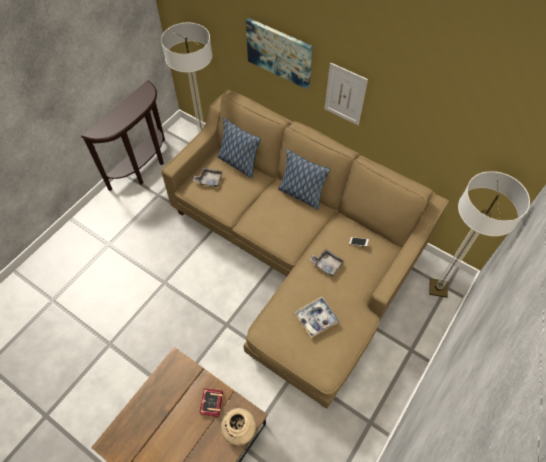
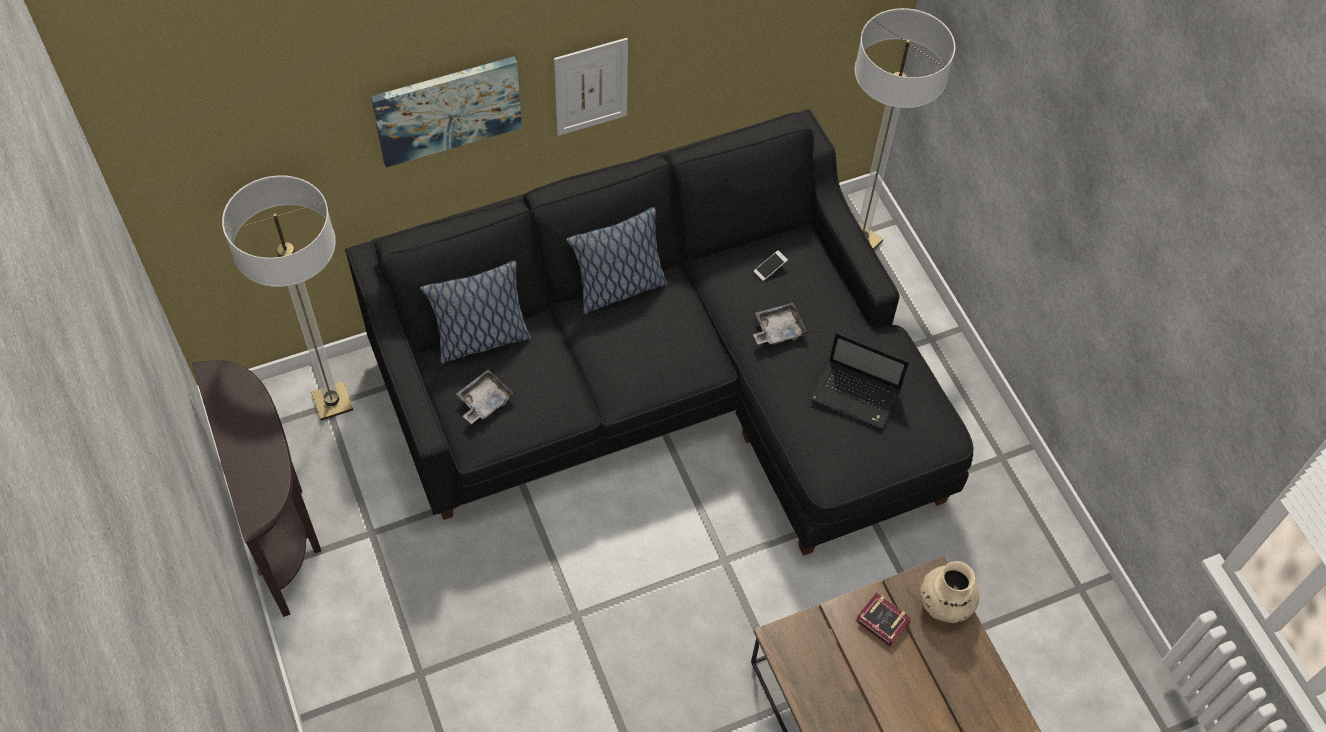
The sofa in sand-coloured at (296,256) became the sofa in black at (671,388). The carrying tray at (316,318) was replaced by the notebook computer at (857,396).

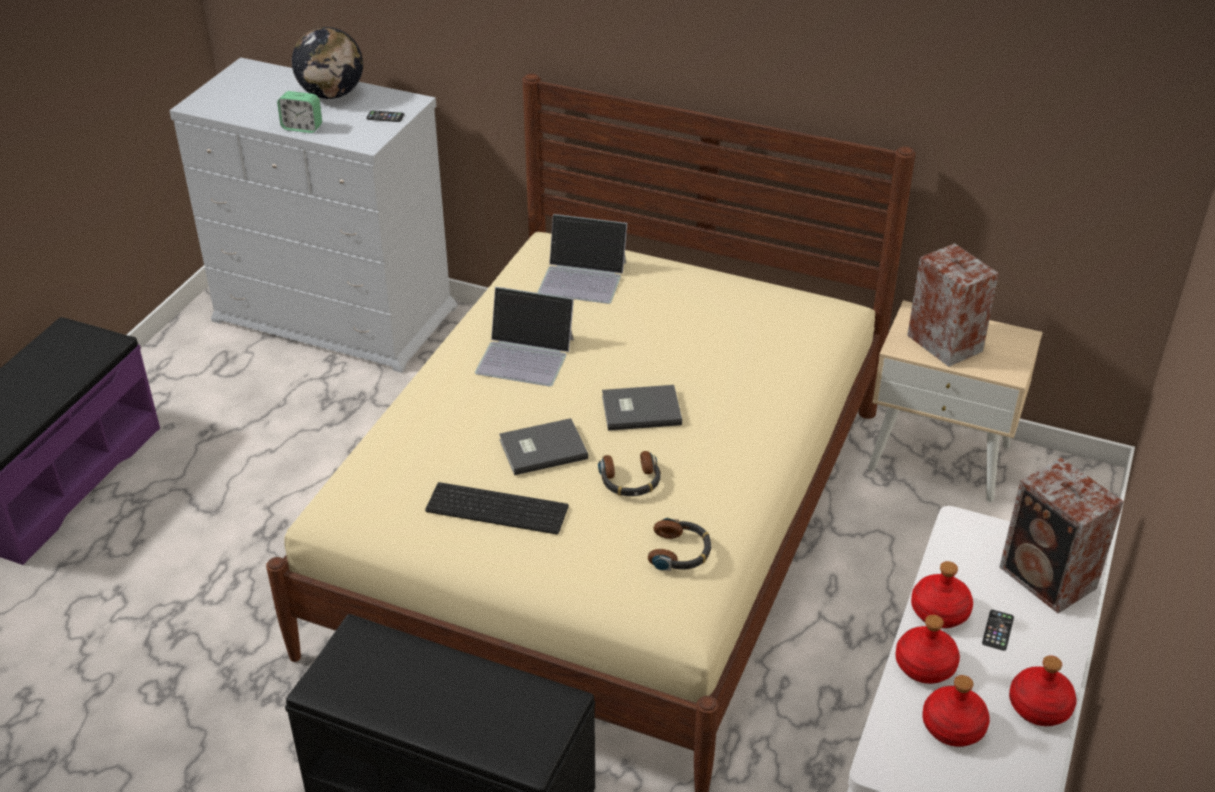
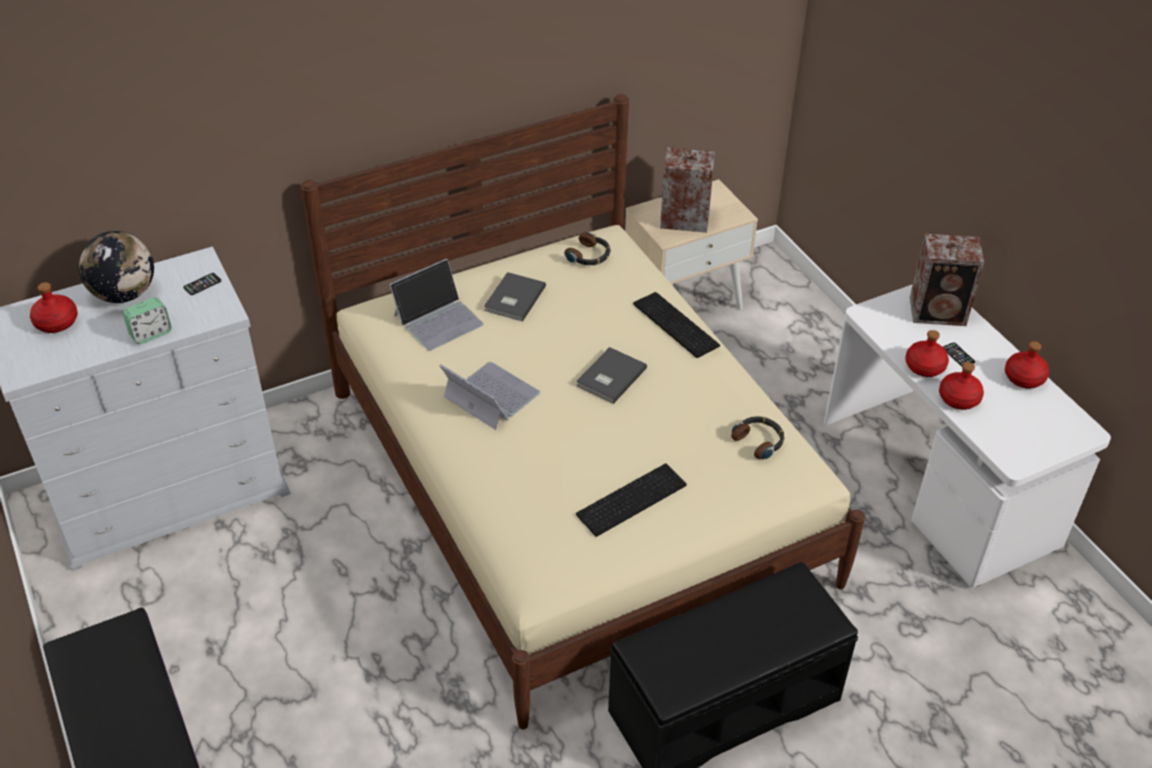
The notebook computer at (525,355) turned 105 degrees counterclockwise. The bound book in gray moved from (541,448) to (513,299). The pair of headphones moved from (630,481) to (589,255). The bottle in reddish moved from (953,726) to (57,322). The computer keyboard at (673,325) appeared.

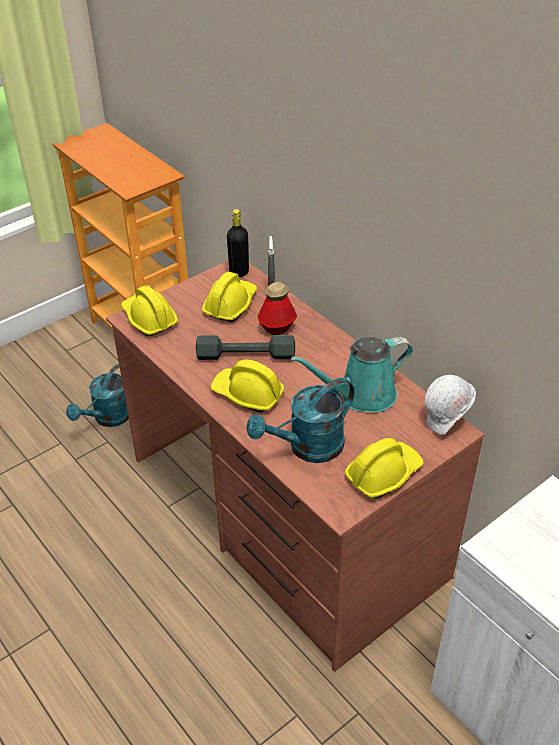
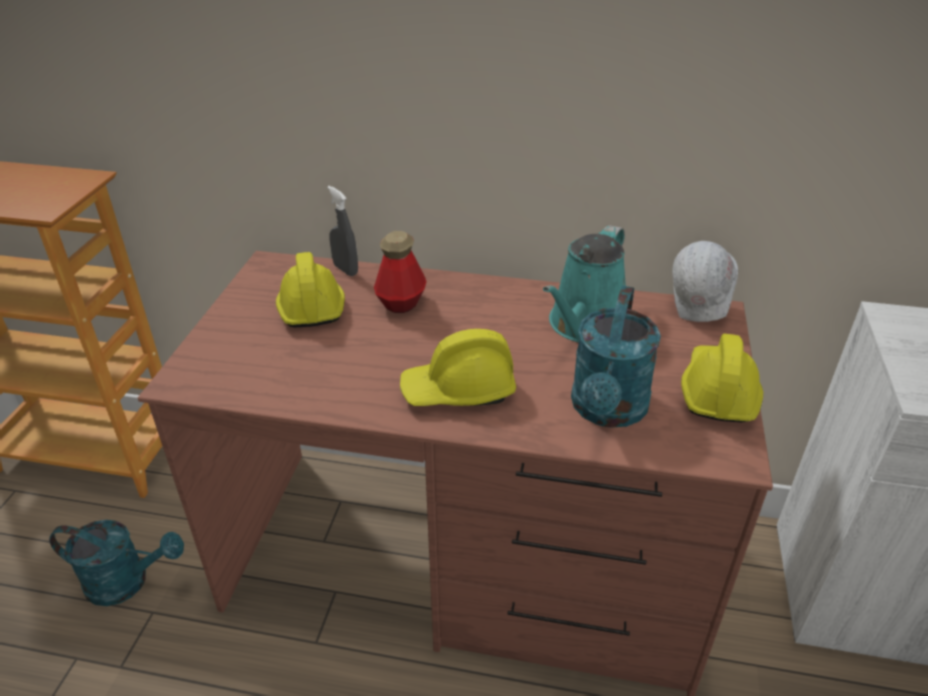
The bottle in black at (239,272) disappeared. The hard hat in yellow-coloured at (149,319) disappeared. The free weight in gray at (246,355) disappeared. The watering pot in turquoise-coloured at (108,418) turned 75 degrees counterclockwise.

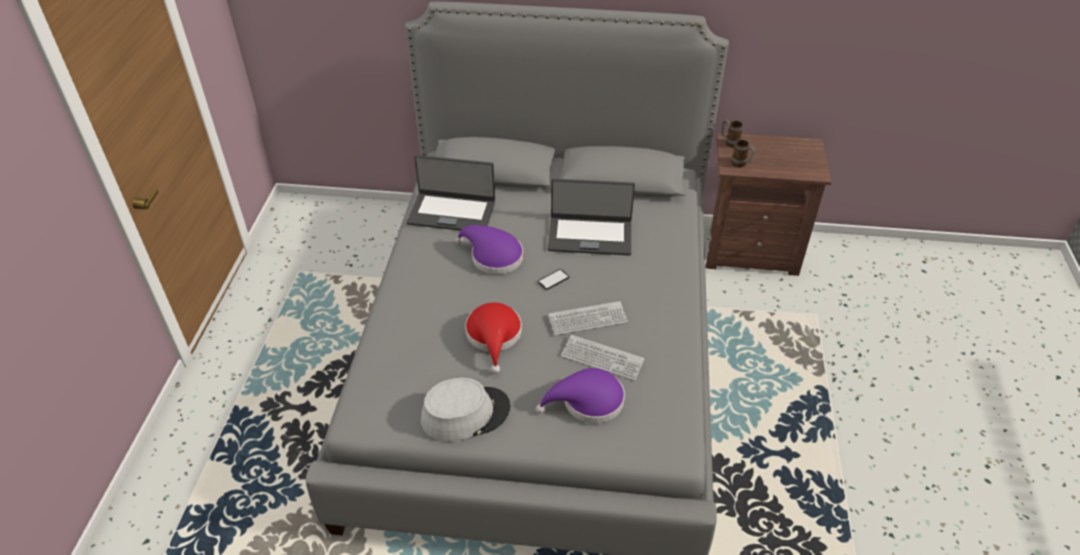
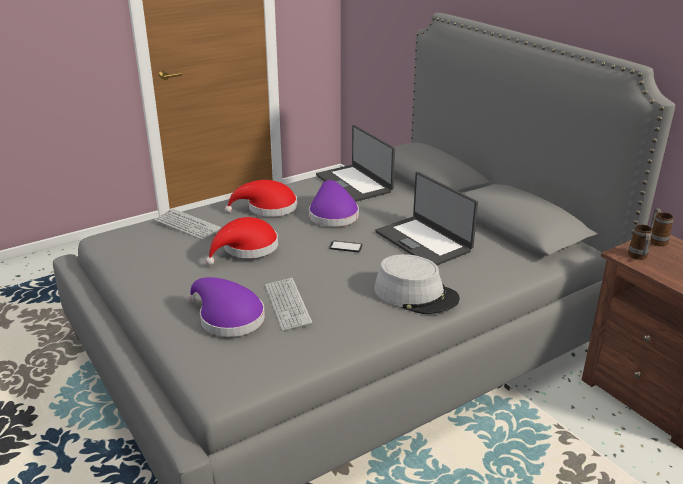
The computer keyboard moved from (587,319) to (187,225). The hat in gray moved from (465,414) to (416,294). The hat in reddish at (268,208) appeared.

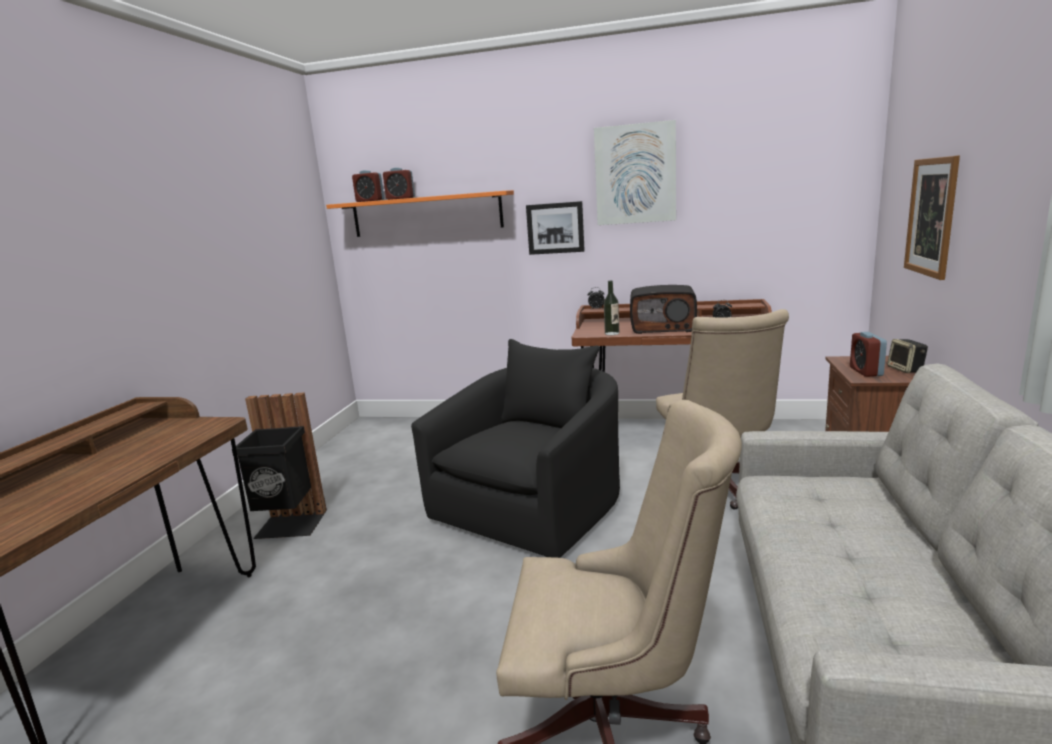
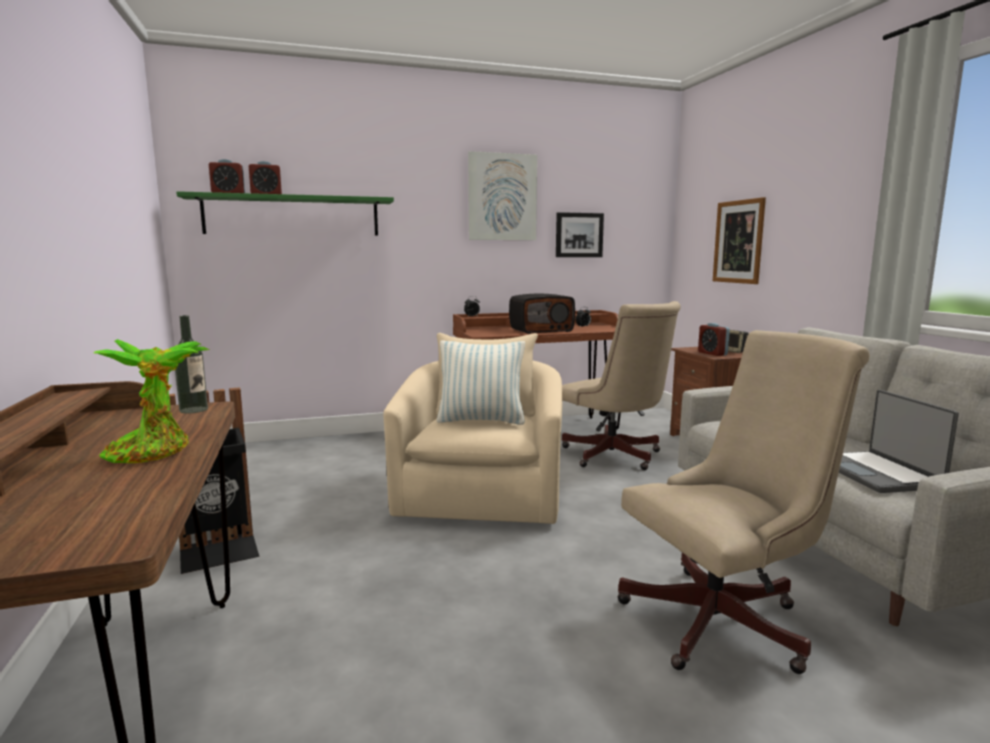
The shelf in orange at (426,214) became the shelf in greenish at (292,216). The picture moved from (555,228) to (579,235). The bottle moved from (612,333) to (193,410). The easy chair in black at (534,506) became the easy chair in sand-coloured at (483,493). The plant in a pot at (155,452) appeared. The throw pillow at (481,420) appeared. The notebook computer at (877,473) appeared.

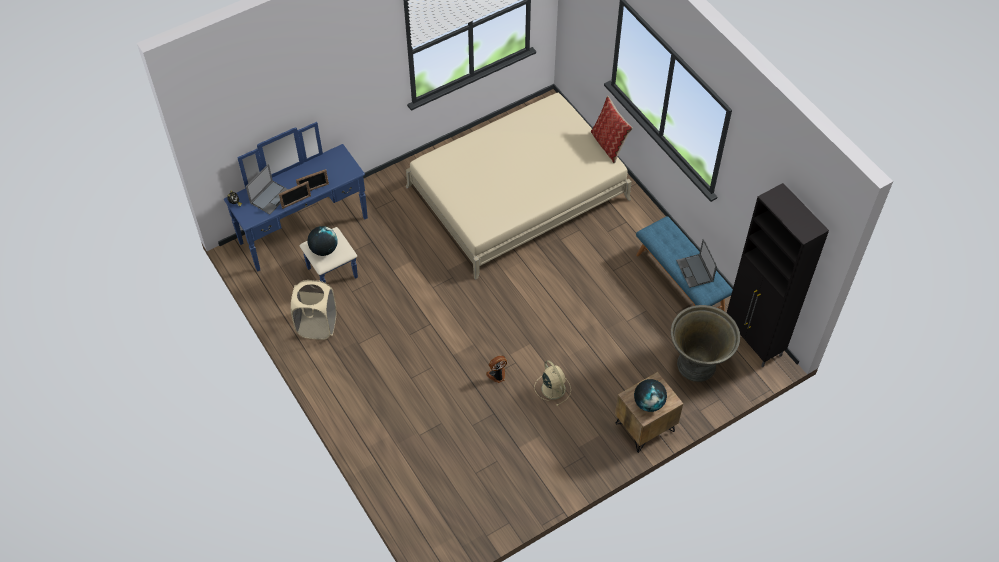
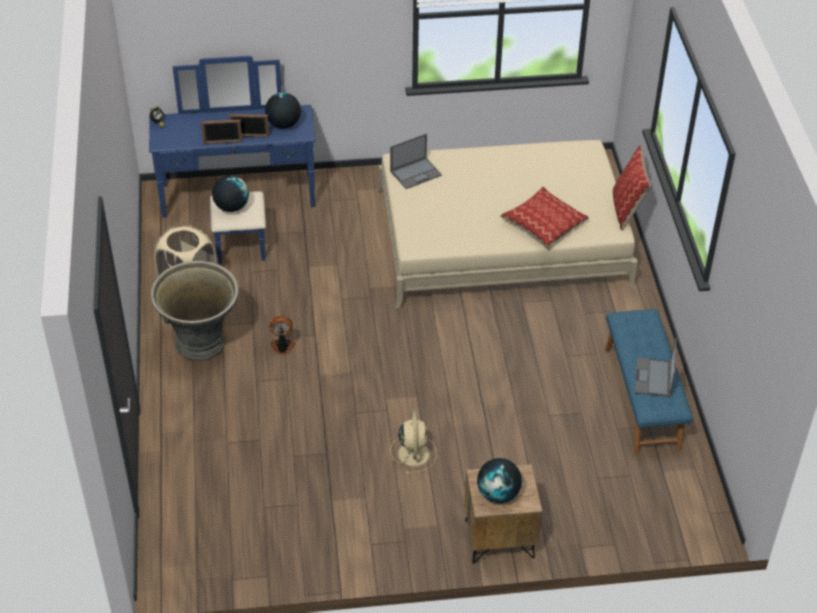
The notebook computer moved from (271,197) to (416,173). The storage cabinet in black at (753,341) disappeared. The planter in gray moved from (697,365) to (201,344). The fan moved from (497,375) to (282,347). The world globe at (283,124) appeared. The throw pillow at (543,223) appeared.

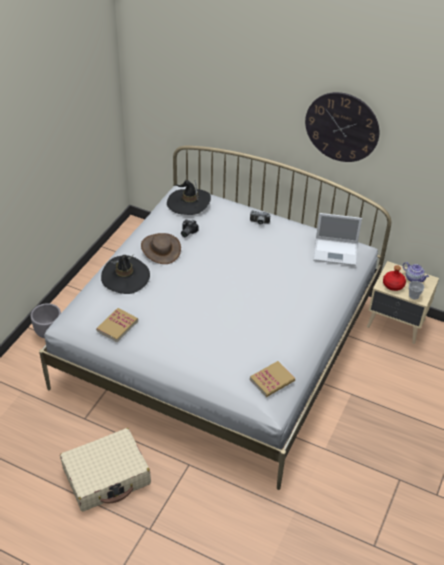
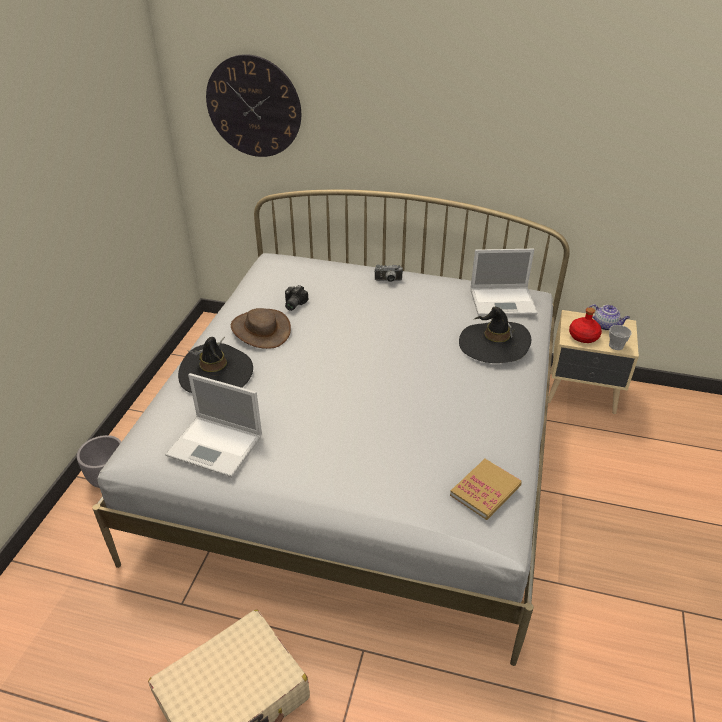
The clock on the wall moved from (342,127) to (253,107). The hat in black moved from (188,203) to (494,344). The bound book at (117,326) was replaced by the notebook computer at (216,446).

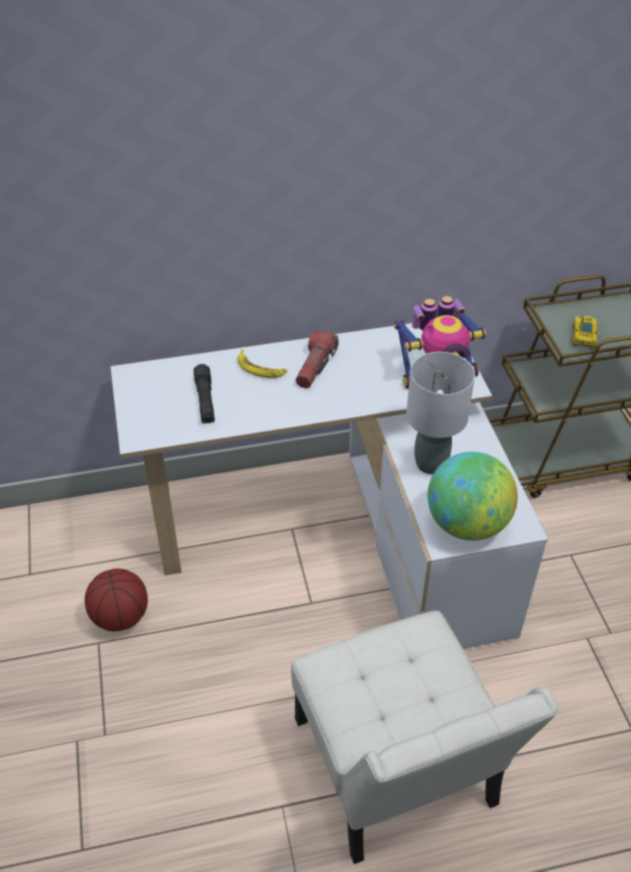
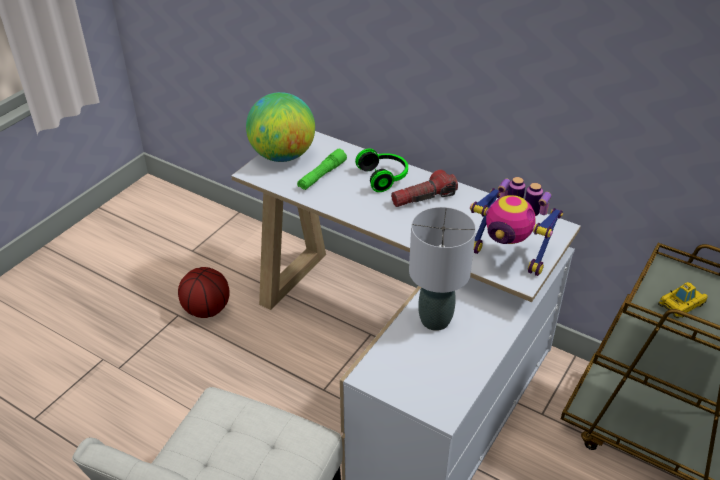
The banana at (260,368) was replaced by the pair of headphones at (384,177). The torch in black at (205,400) became the torch in greenish at (322,175). The world globe moved from (467,524) to (283,155).

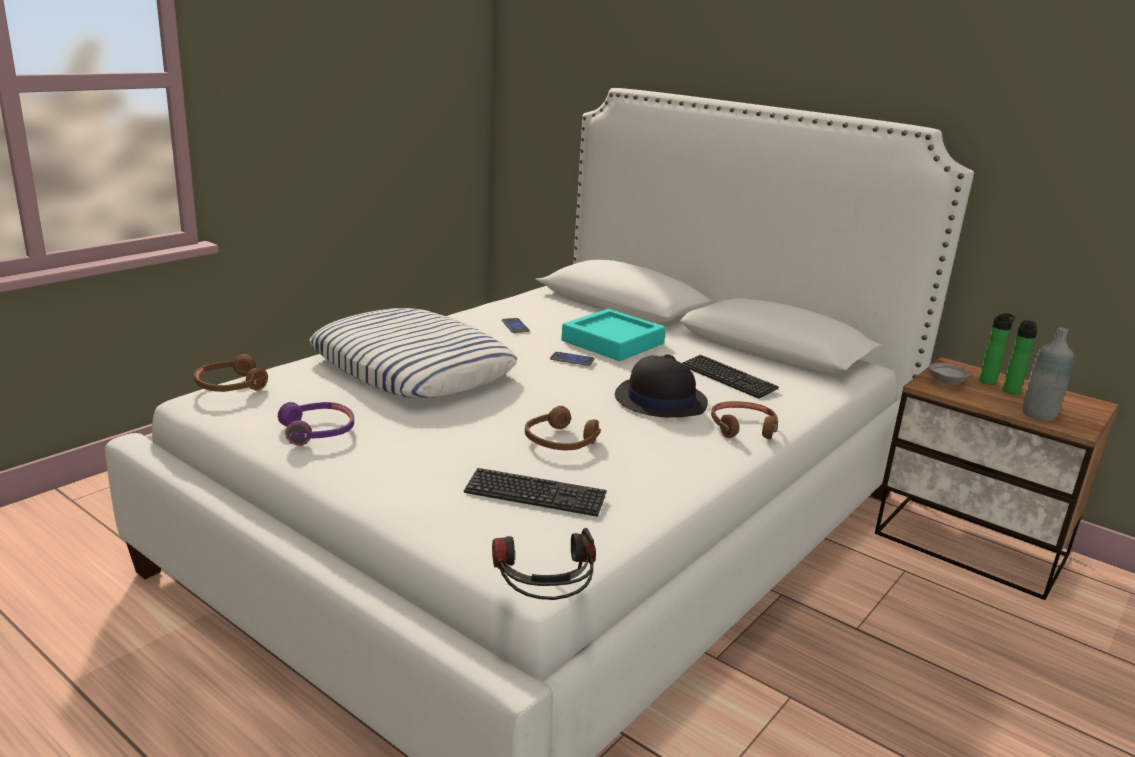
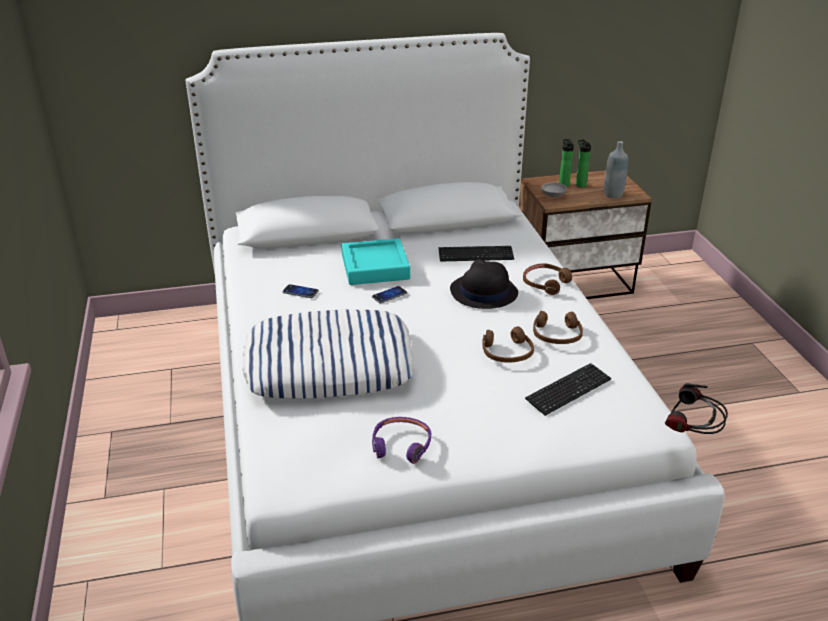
The pair of headphones in brown-coloured moved from (230,385) to (556,335).

